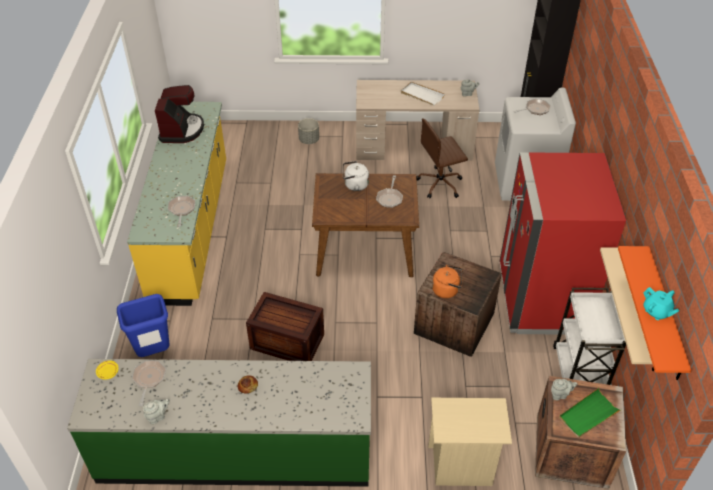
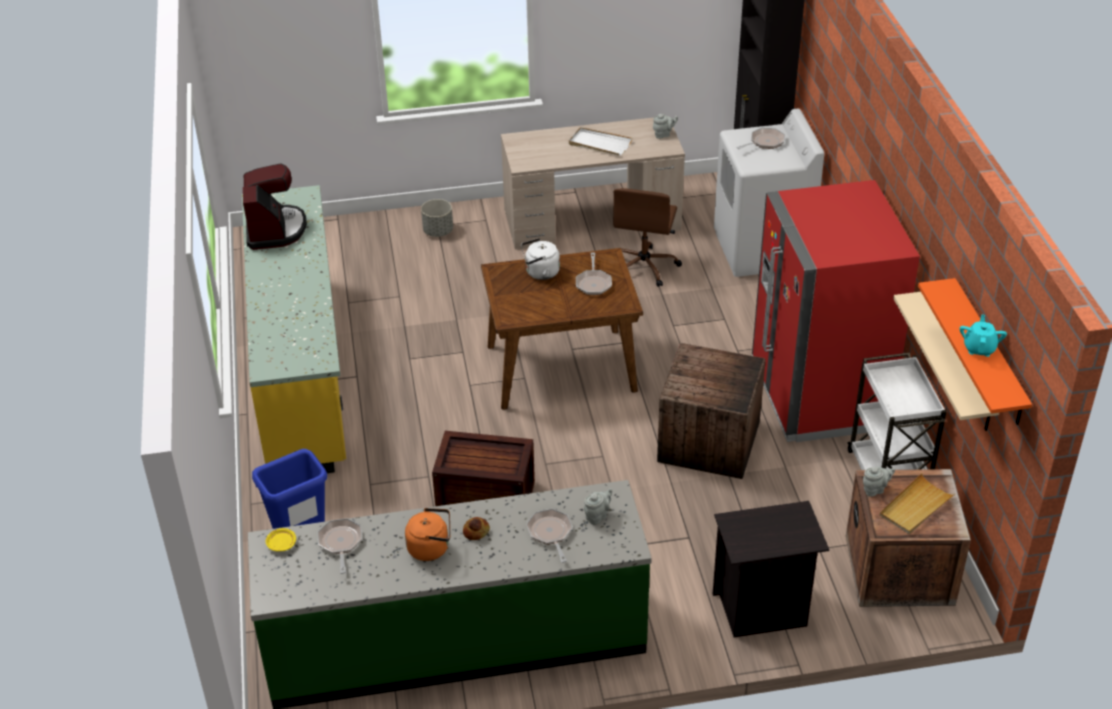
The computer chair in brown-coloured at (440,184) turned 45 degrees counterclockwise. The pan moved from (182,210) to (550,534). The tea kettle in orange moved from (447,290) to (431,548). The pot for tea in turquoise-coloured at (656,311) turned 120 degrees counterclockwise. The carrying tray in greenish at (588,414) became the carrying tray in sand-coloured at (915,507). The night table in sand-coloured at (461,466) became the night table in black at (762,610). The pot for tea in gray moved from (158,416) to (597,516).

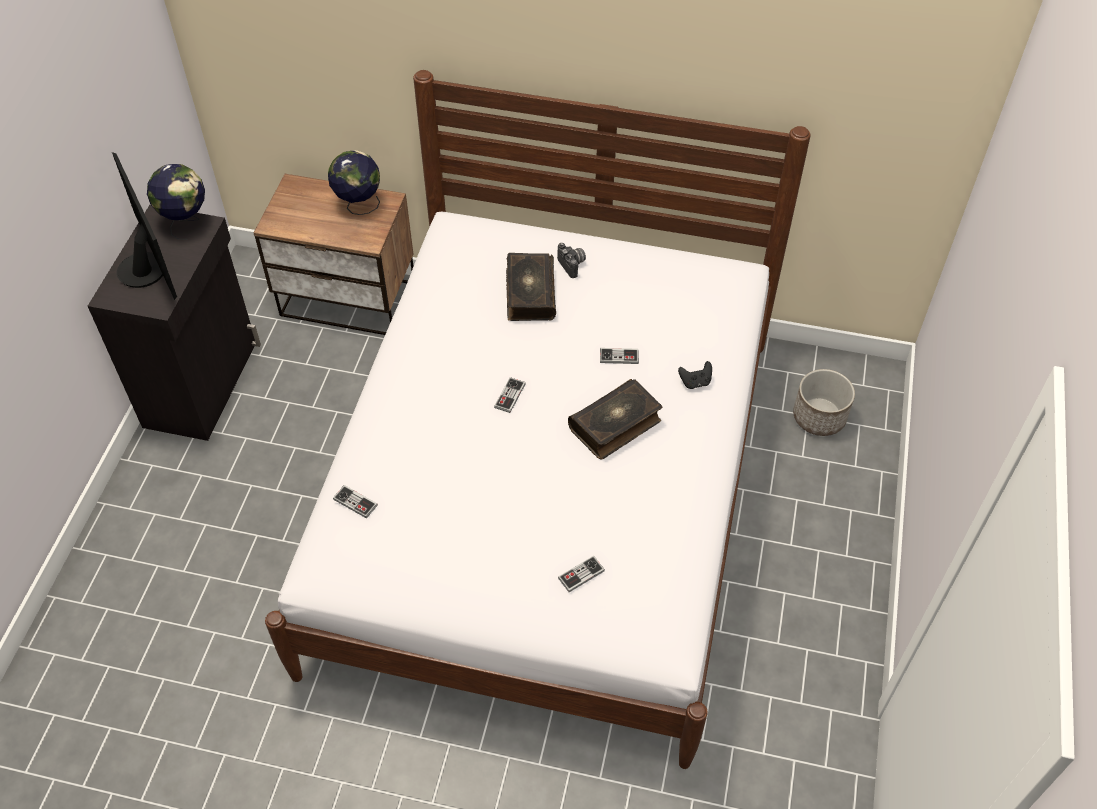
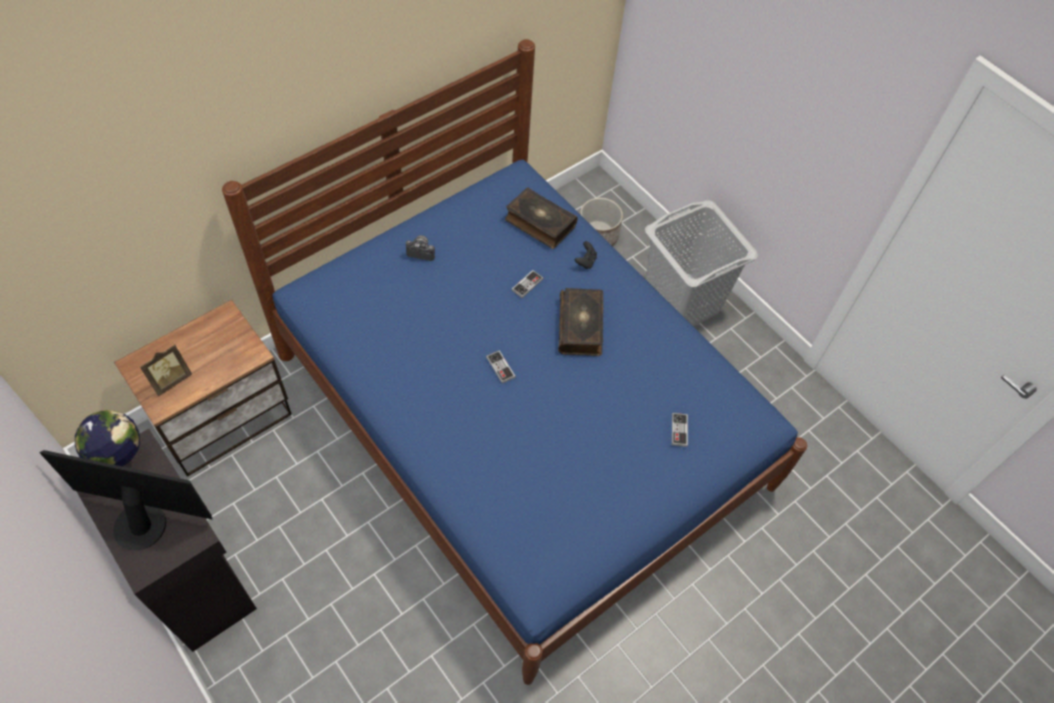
The bed in white-coloured at (548,497) became the bed in bluish at (521,420). The world globe at (358,206) disappeared. The bound book moved from (529,294) to (539,223). The game controller at (355,502) disappeared. The hamper in gray at (681,302) appeared. The picture frame at (171,380) appeared.

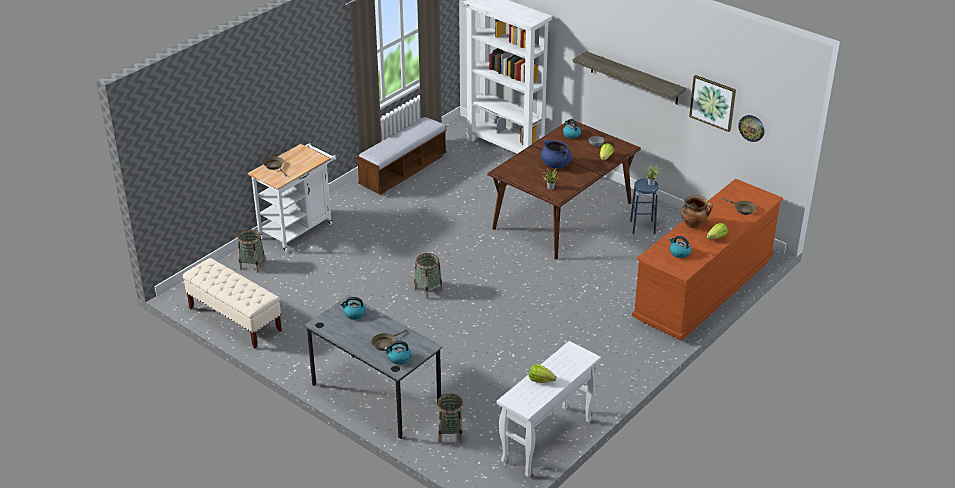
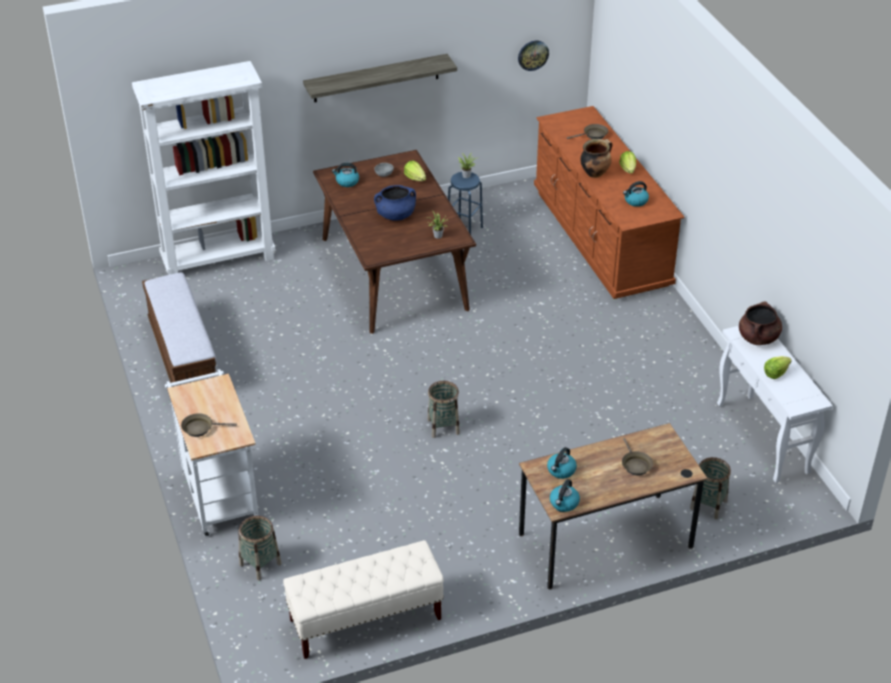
The picture at (713,102) disappeared. The desk table in gray at (376,395) became the desk table in brown-coloured at (605,540). The tea kettle moved from (399,358) to (564,503). The stockpot in brown-coloured at (758,338) appeared.

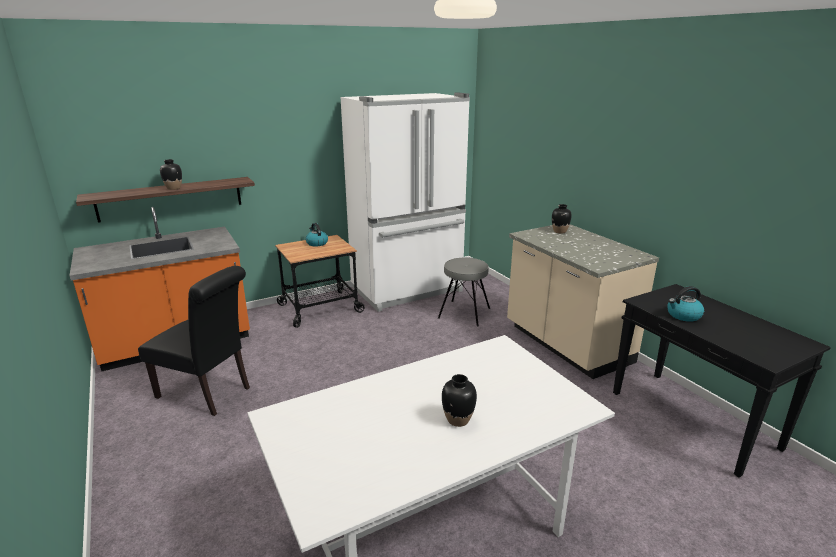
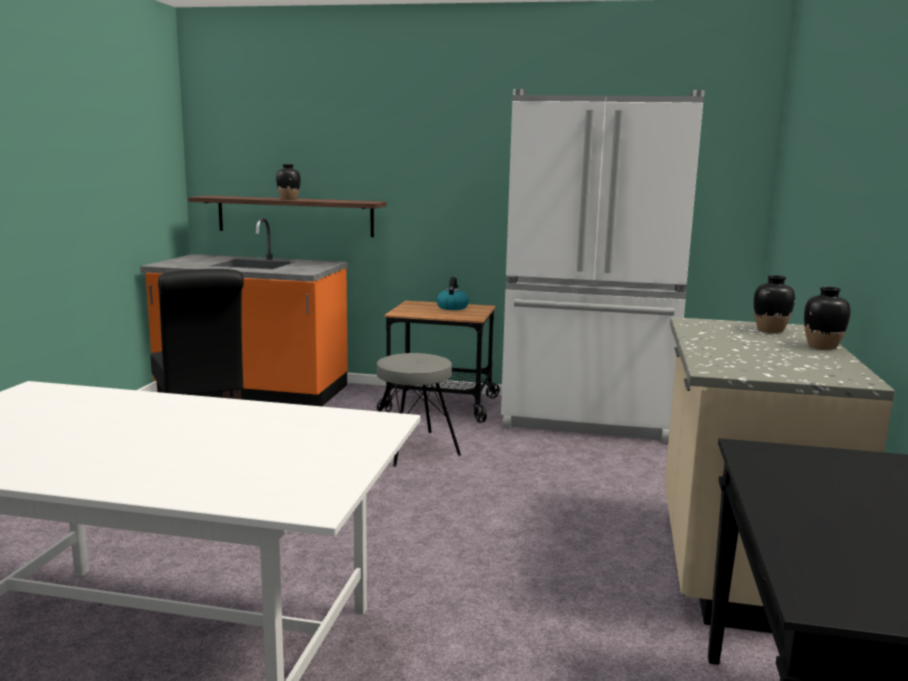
The sitting stool in gray moved from (464,313) to (414,448). The tea kettle at (683,315) disappeared. The decorative vase in black moved from (458,420) to (822,346).

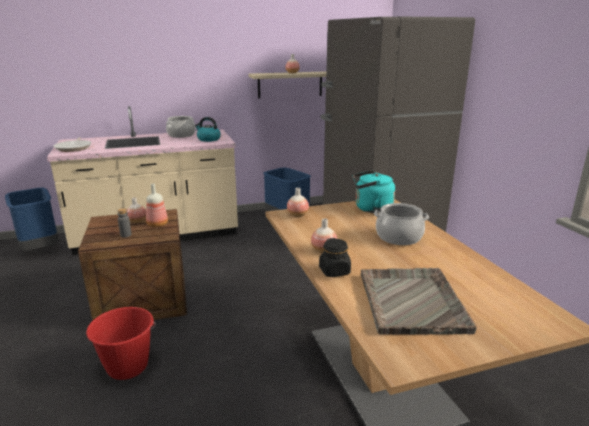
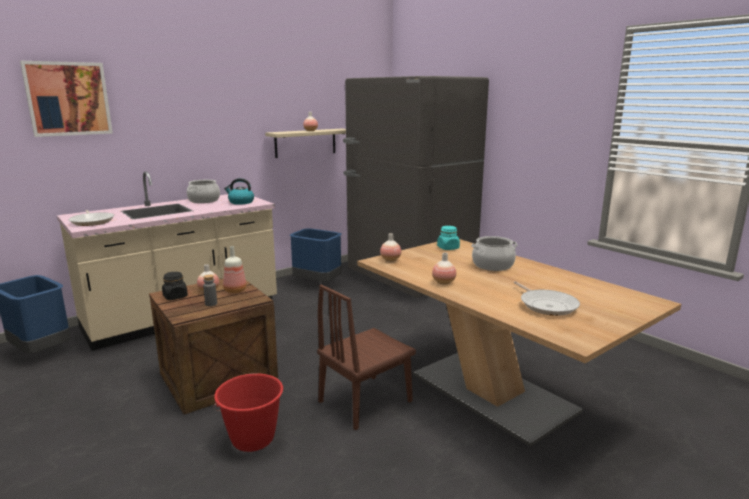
The tea kettle in turquoise-coloured at (371,208) was replaced by the jar in turquoise-coloured at (448,248). The jar in black moved from (334,271) to (175,297). The carrying tray in gray at (411,301) was replaced by the pan at (546,305). The picture at (68,99) appeared. The plain chair in brown-coloured at (365,401) appeared.

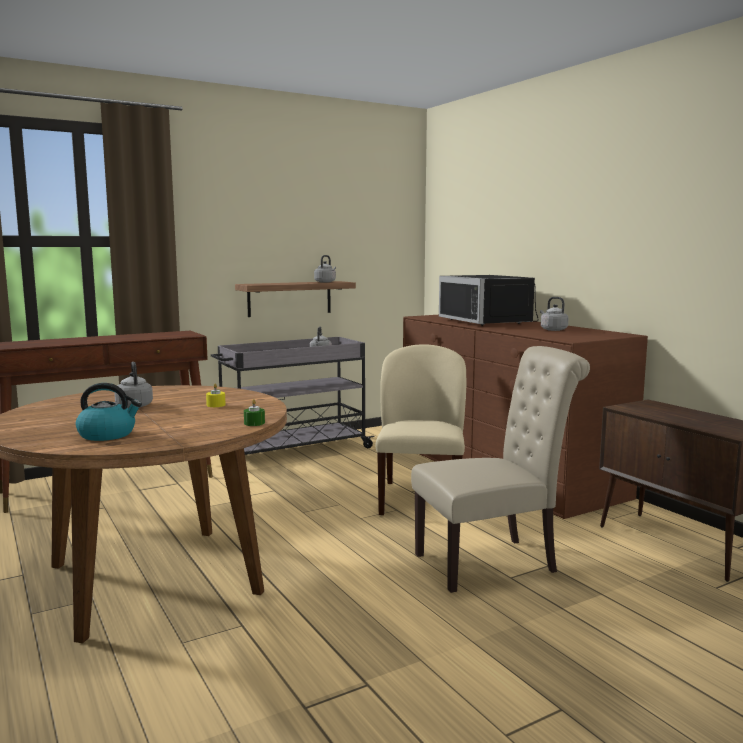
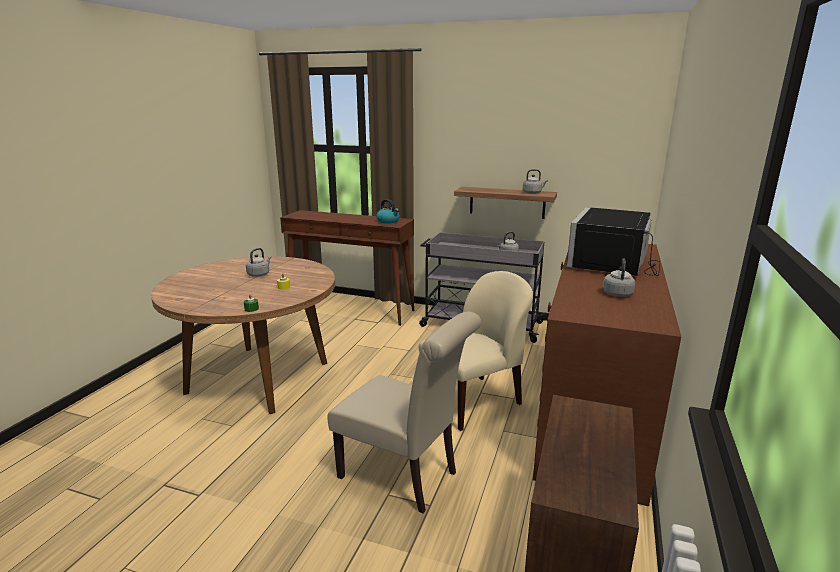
The tea kettle moved from (108,434) to (388,221).

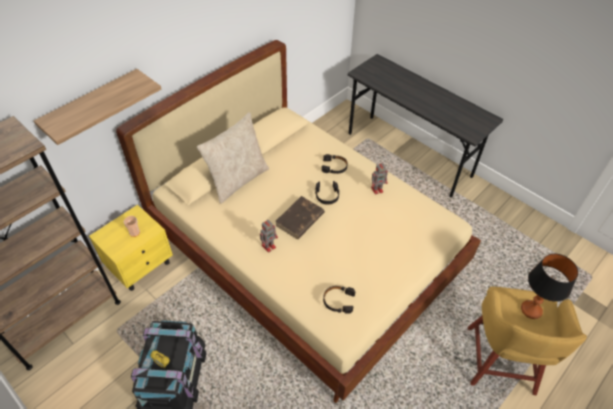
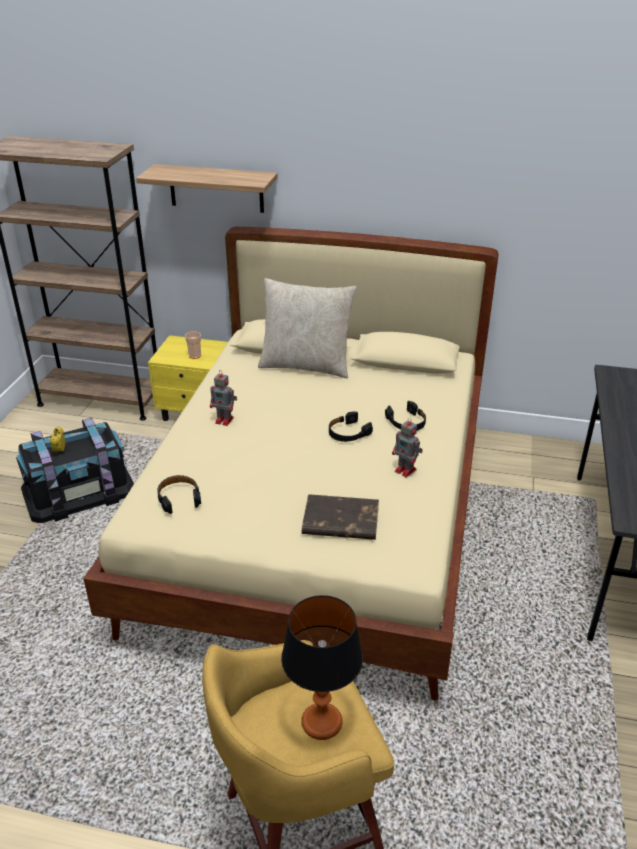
The bound book in brown-coloured moved from (299,220) to (340,521).

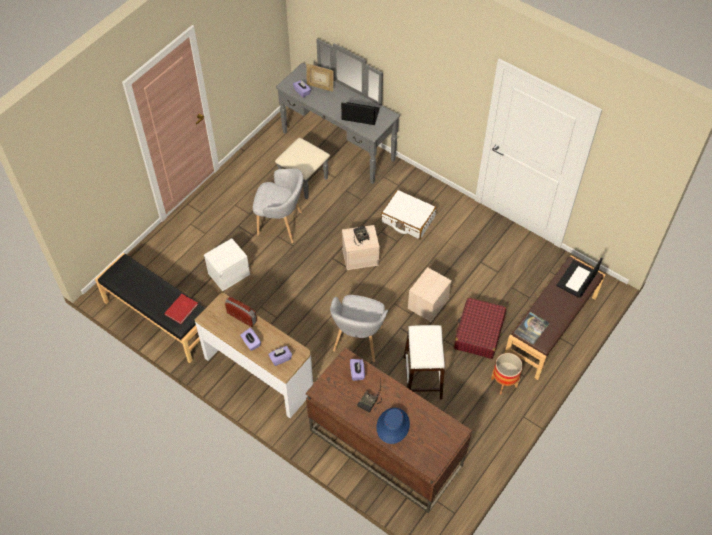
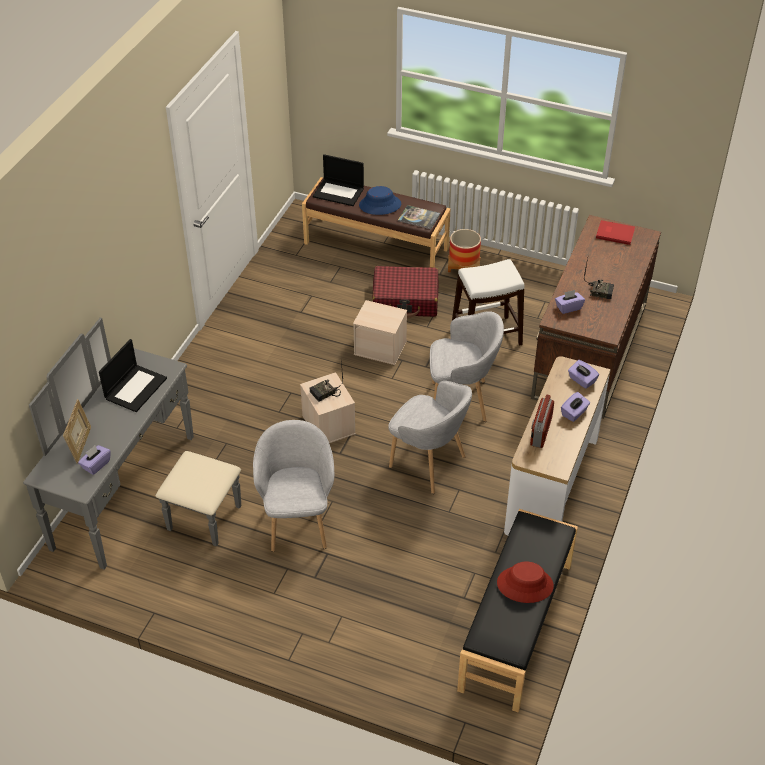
The notebook computer at (360,114) turned 150 degrees counterclockwise. The piece of luggage in white-coloured at (408,219) disappeared. The storage container in white-coloured at (229,273) disappeared. The bound book in reddish moved from (182,309) to (614,233). The hat in bluish moved from (392,426) to (380,205). The easy chair in gray at (429,464) appeared. The hat in reddish at (525,584) appeared.

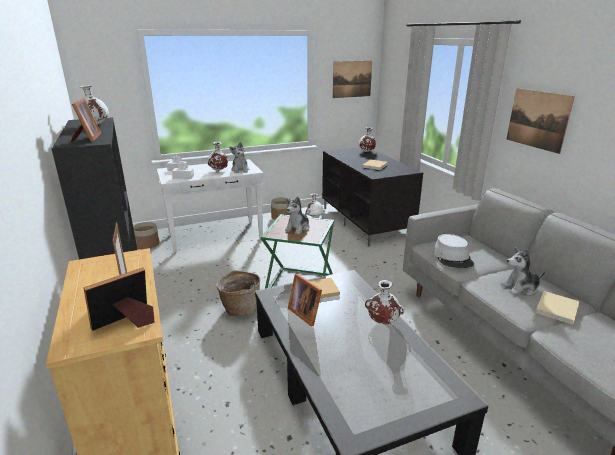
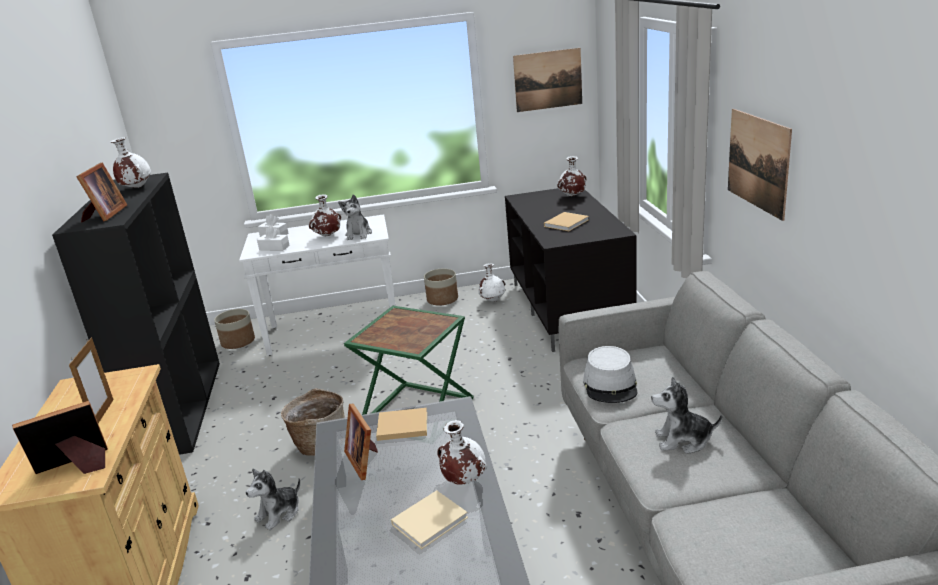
The soft toy moved from (298,228) to (279,513). The bound book in sand-coloured moved from (557,308) to (431,520).

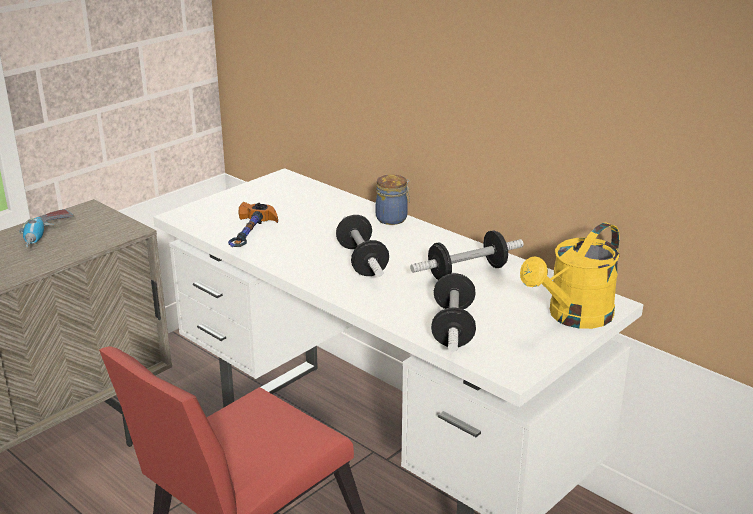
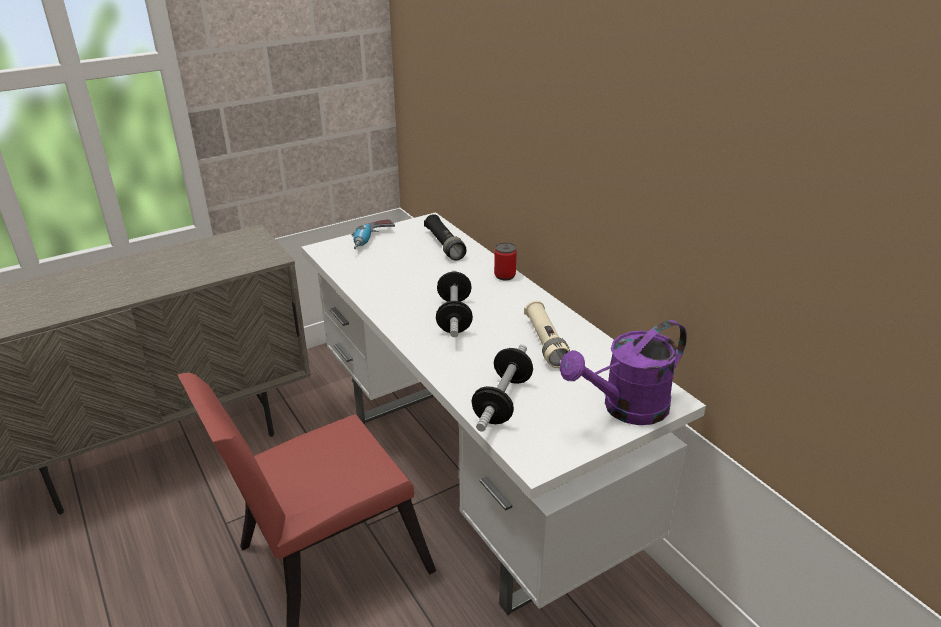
The jar at (393,219) was replaced by the sealed can at (504,275). The hammer at (251,237) disappeared. The drill moved from (46,237) to (372,241). The watering pot in yellow-coloured at (573,317) became the watering pot in purplish at (626,409). The free weight at (467,272) was replaced by the torch in sand-coloured at (545,342). The torch in black at (444,245) appeared.

